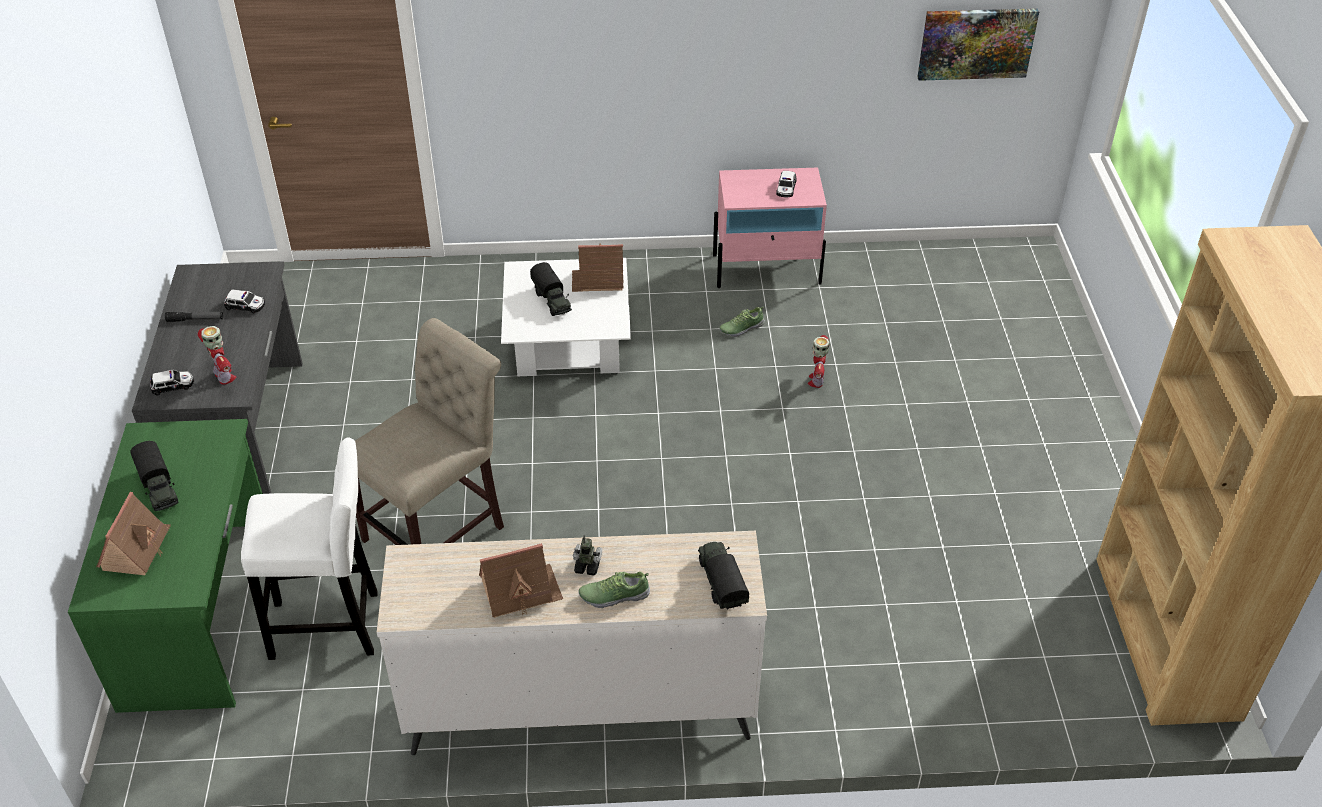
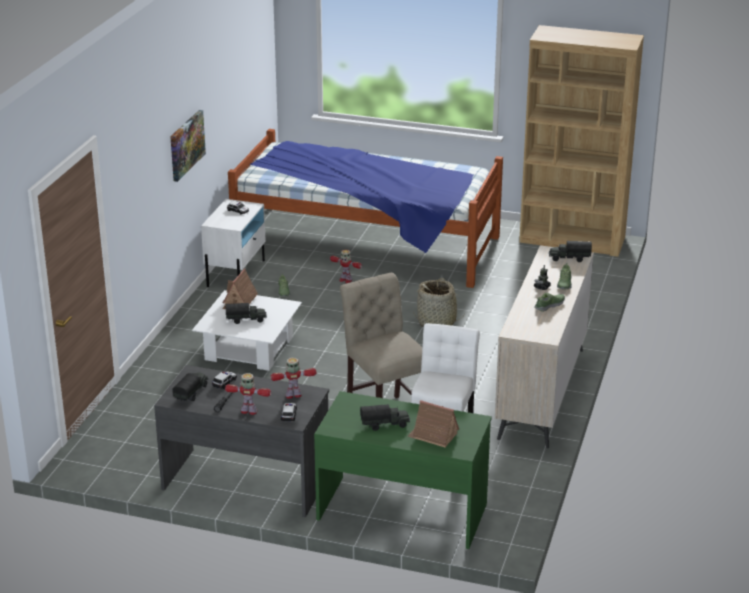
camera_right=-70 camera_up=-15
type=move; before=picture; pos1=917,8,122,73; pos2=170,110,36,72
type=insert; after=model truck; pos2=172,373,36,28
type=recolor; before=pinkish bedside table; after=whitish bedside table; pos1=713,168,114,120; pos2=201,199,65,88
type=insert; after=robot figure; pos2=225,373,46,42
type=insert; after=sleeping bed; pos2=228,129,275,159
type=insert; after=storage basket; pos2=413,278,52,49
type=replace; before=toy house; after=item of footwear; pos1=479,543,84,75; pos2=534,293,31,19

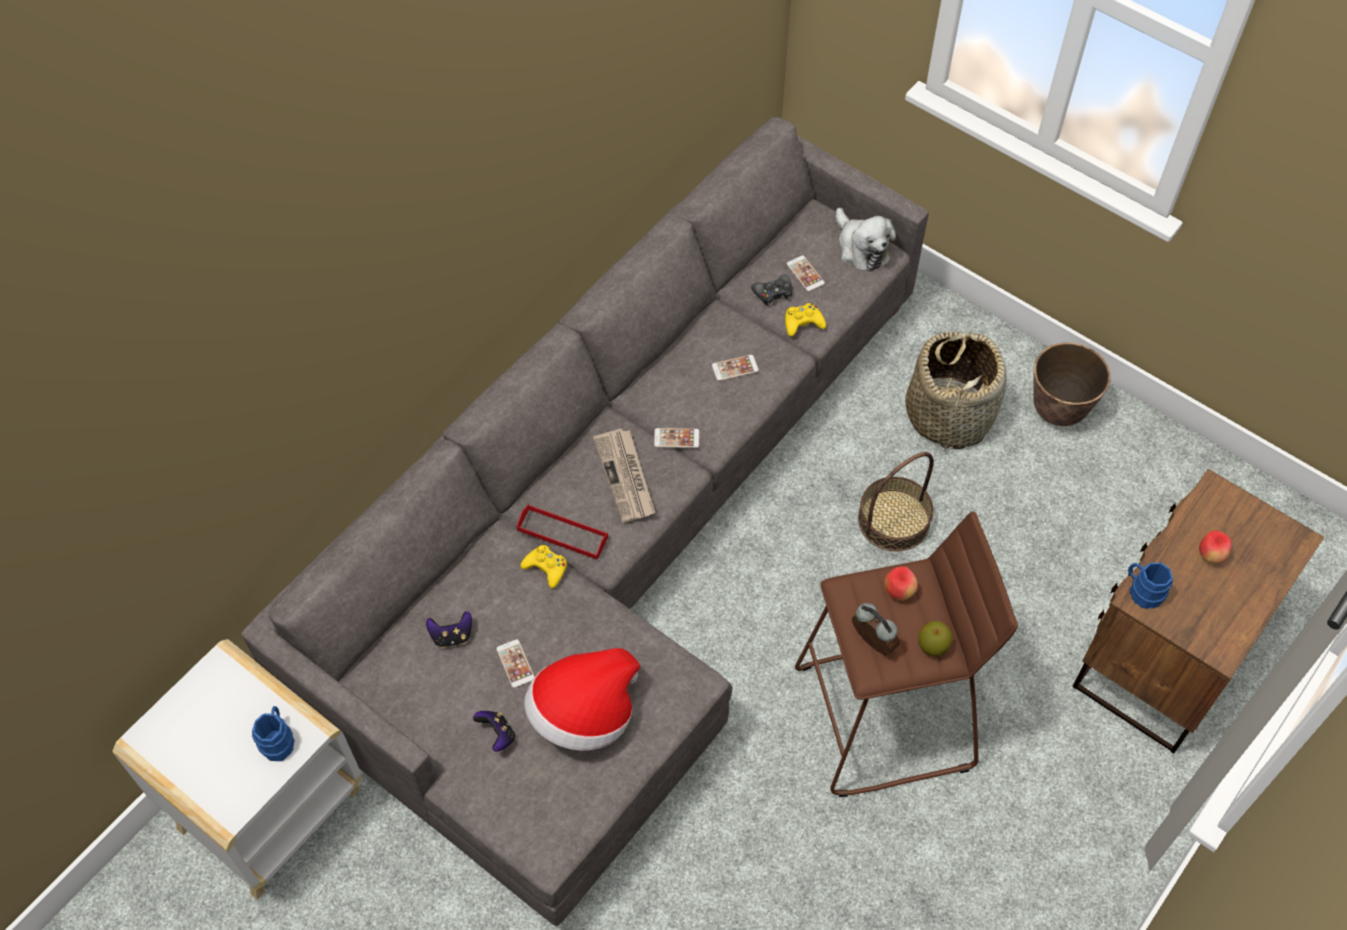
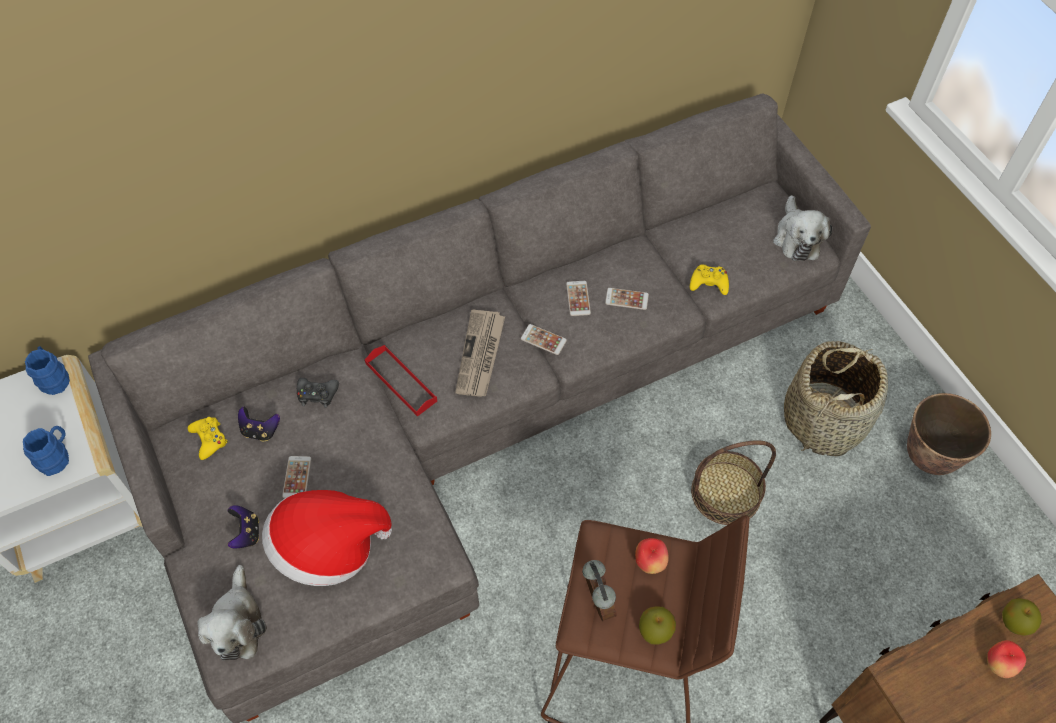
camera_right=25 camera_up=0
type=move; before=blue-coloured coffee mug; pos1=1128,562,45,47; pos2=25,346,45,49
type=move; before=yellowish gamepad; pos1=520,545,47,44; pos2=188,417,40,43
type=insert; after=soft toy; pos2=198,565,69,96
type=move; before=blackish gamepad; pos1=751,274,41,33; pos2=297,378,42,30
type=move; before=phone; pos1=786,255,39,37; pos2=566,281,25,35
type=insert; after=whole apple; pos2=1002,598,39,38

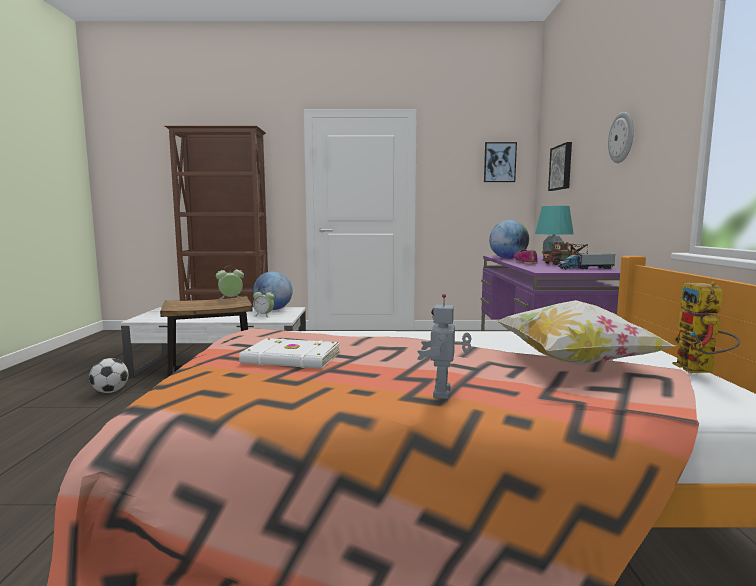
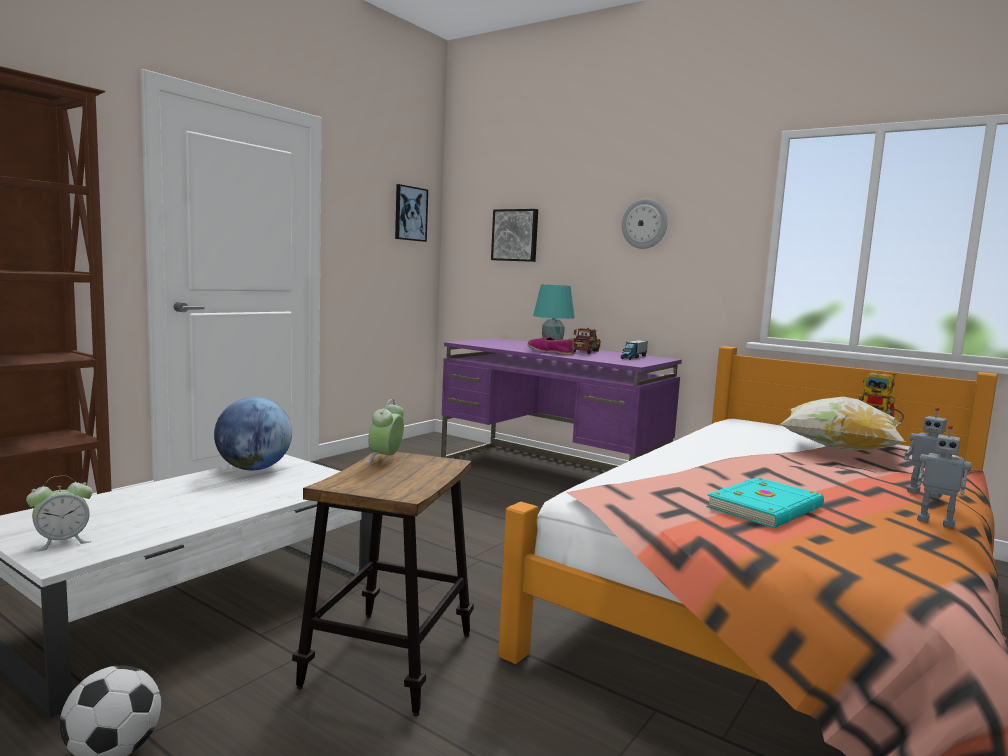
camera_right=-55 camera_up=0
type=move; before=bedside clock; pos1=253,290,21,27; pos2=26,475,66,76
type=recolor; before=whitish bound book; after=turquoise-coloured bound book; pos1=239,338,101,31; pos2=706,477,118,51
type=insert; after=robot figure; pos2=917,425,55,103
type=delete; before=world globe; pos1=489,220,40,39

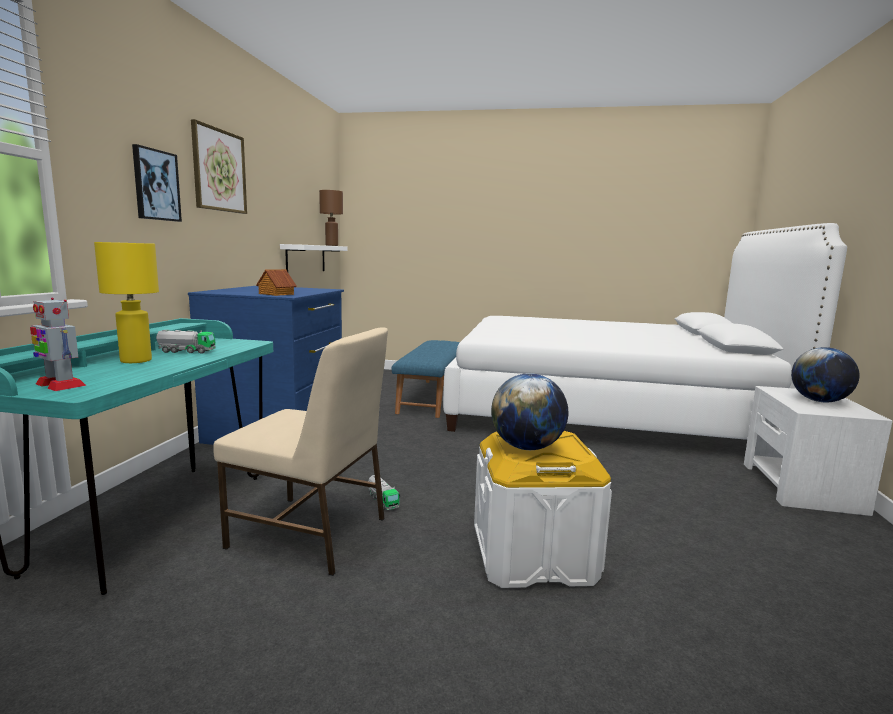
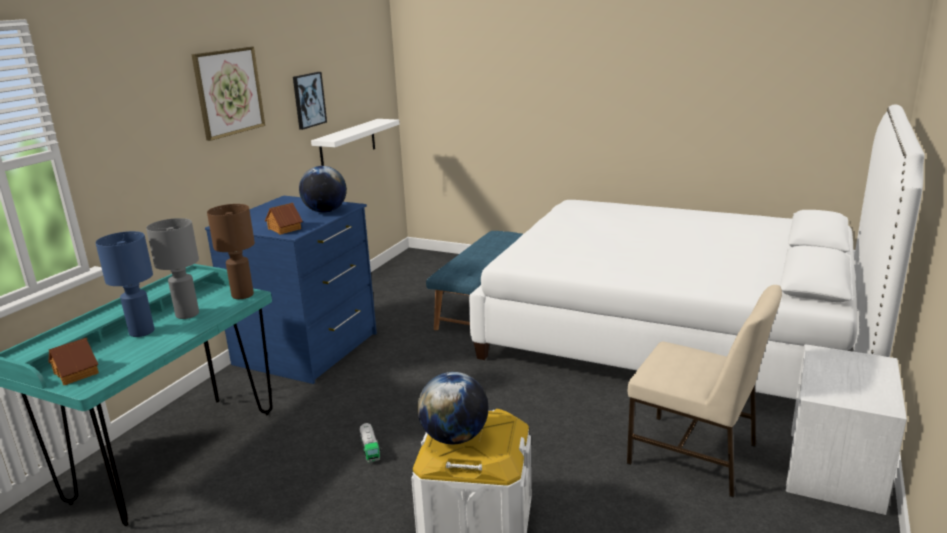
camera_right=15 camera_up=10
type=replace; before=robot figure; after=toy house; pos1=30,298,56,93; pos2=48,337,51,48
type=recolor; before=yellowish tabletop lamp; after=blue-coloured tabletop lamp; pos1=94,242,65,121; pos2=95,231,59,106
type=replace; before=model truck; after=gray tabletop lamp; pos1=156,330,60,24; pos2=146,218,53,101
type=move; before=brown tabletop lamp; pos1=319,190,24,56; pos2=207,204,48,95
type=move; before=picture; pos1=132,144,50,78; pos2=293,72,34,58
type=move; before=world globe; pos1=791,347,68,55; pos2=299,166,48,47
type=move; before=sand-coloured chair; pos1=213,327,175,249; pos2=627,285,155,213

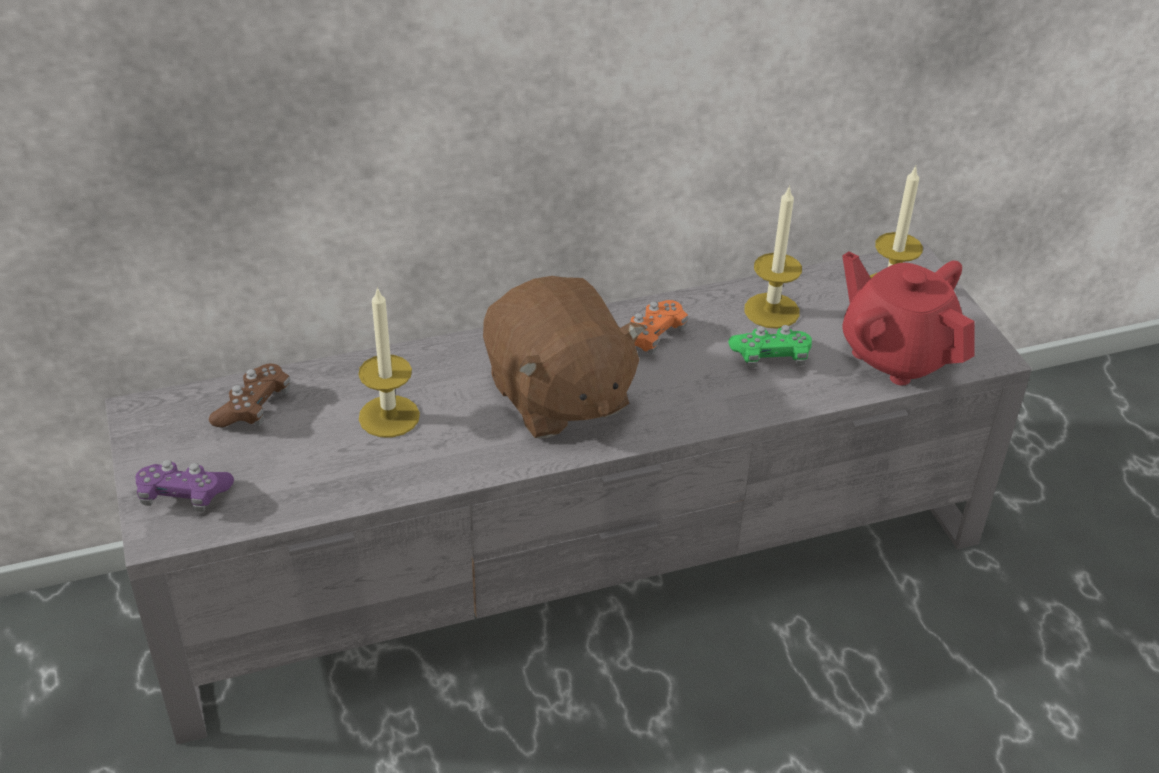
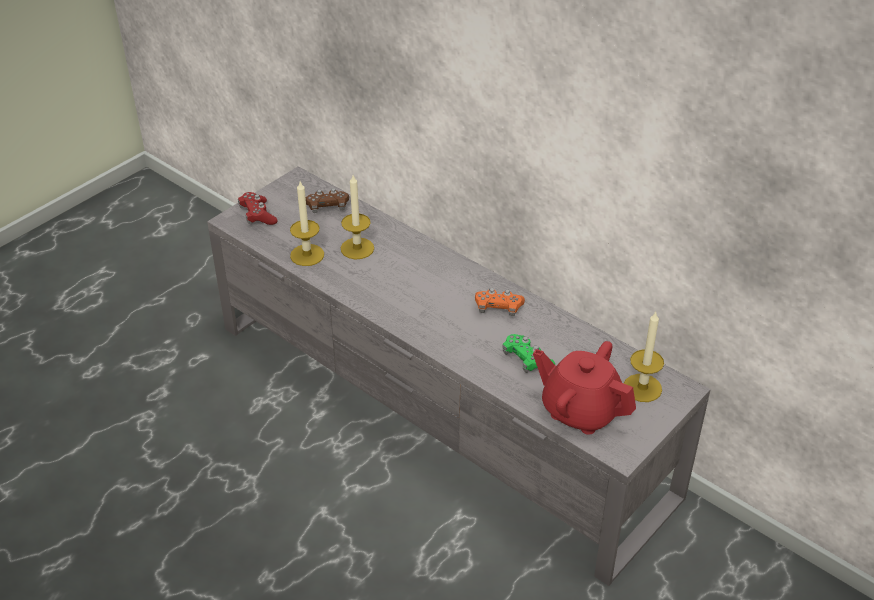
camera_right=60 camera_up=0
type=recolor; before=purple-coloured gamepad; after=reddish gamepad; pos1=135,460,99,52; pos2=238,192,40,33
type=move; before=candle; pos1=744,185,58,144; pos2=290,182,34,84
type=rotate; before=reddish tea pot; pos1=842,251,133,134; pos2=533,341,103,94; turn=-75
type=delete; before=brown soft toy; pos1=483,276,163,162

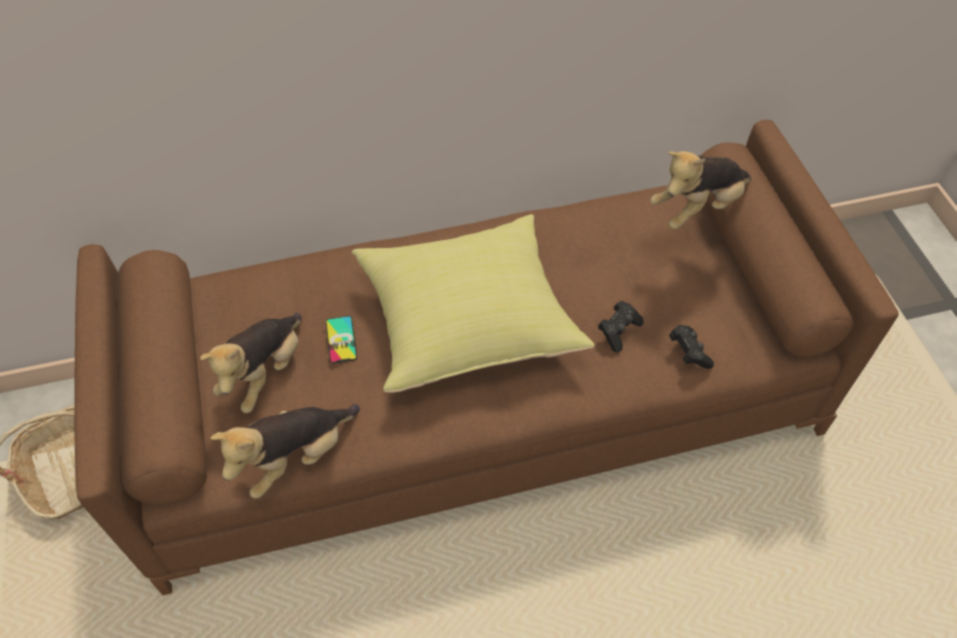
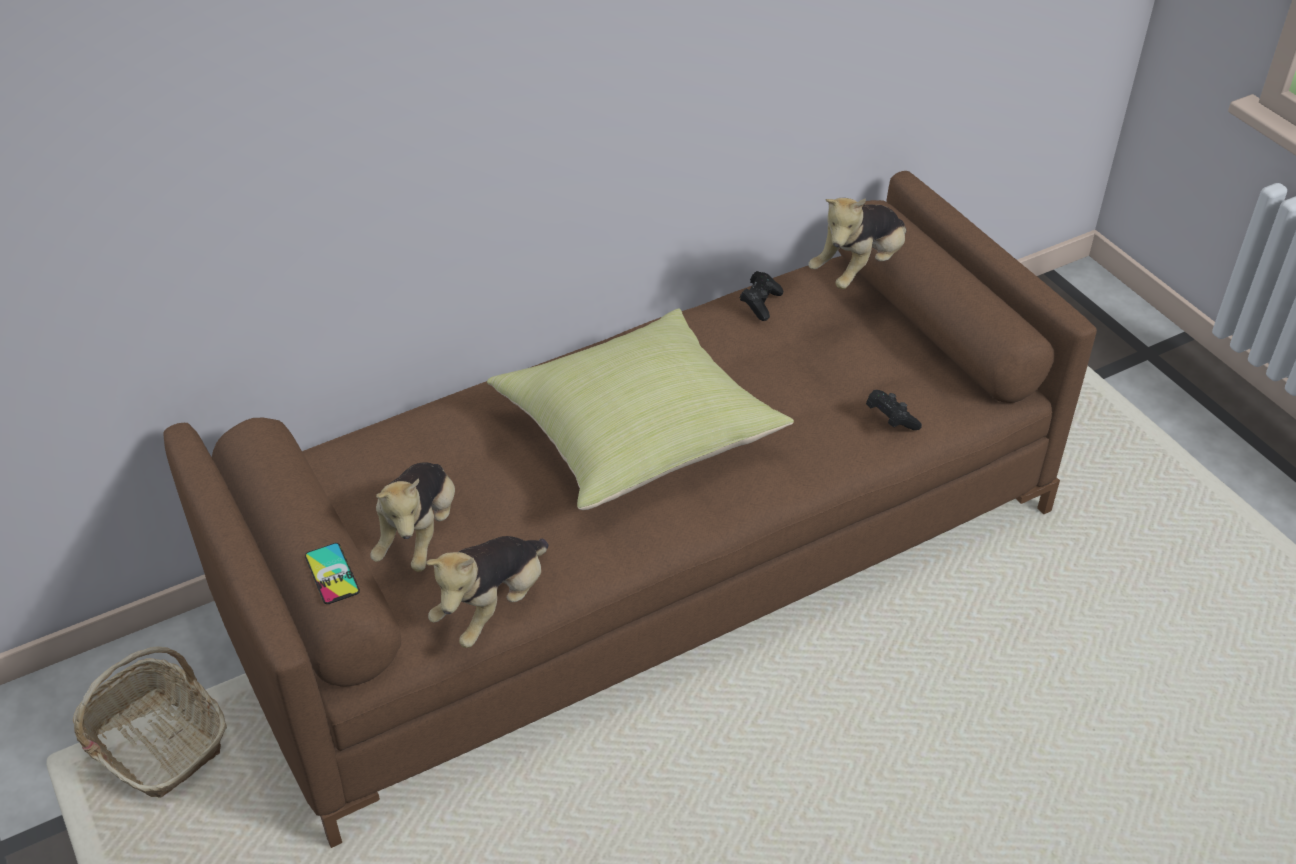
camera_right=-15 camera_up=-10
type=move; before=phone; pos1=326,316,31,48; pos2=305,543,55,61
type=move; before=blackish gamepad; pos1=598,301,46,52; pos2=740,271,43,50

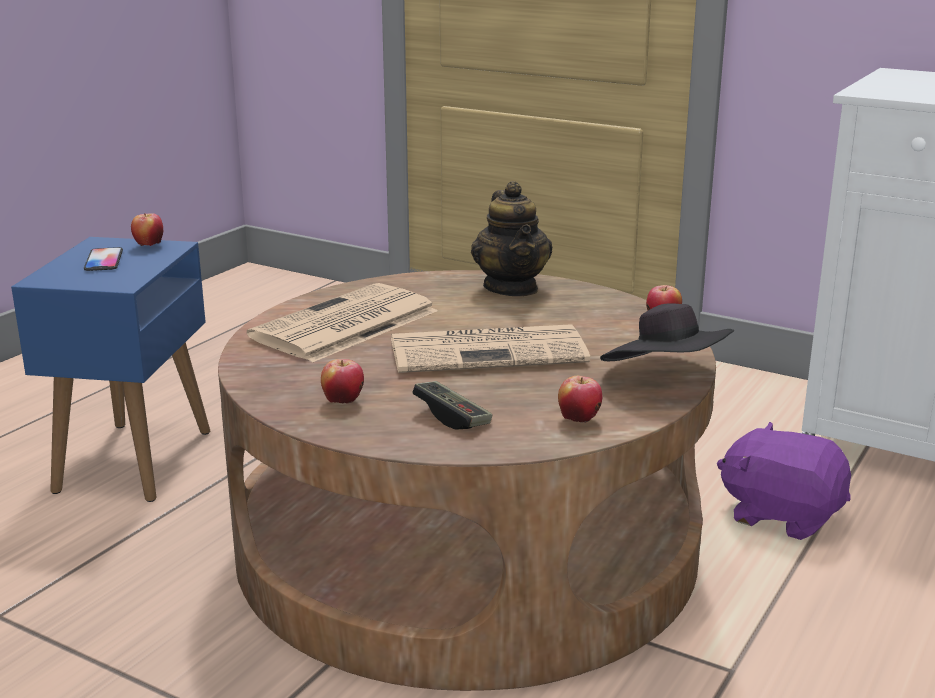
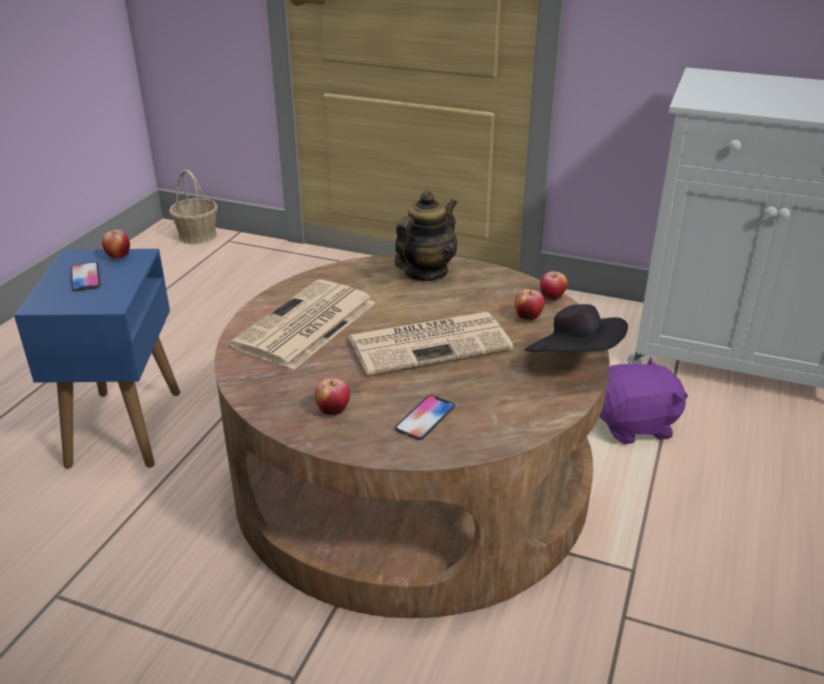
camera_right=-10 camera_up=10
type=insert; after=storage basket; pos2=169,170,49,74
type=rotate; before=tea pot; pos1=471,181,81,115; pos2=394,191,63,90; turn=-120
type=replace; before=gamepad; after=phone; pos1=412,381,81,49; pos2=395,395,60,45
type=move; before=whole apple; pos1=558,376,44,47; pos2=515,289,30,31
type=rotate; before=purple-coloured soft toy; pos1=717,422,134,118; pos2=599,357,89,87; turn=150

